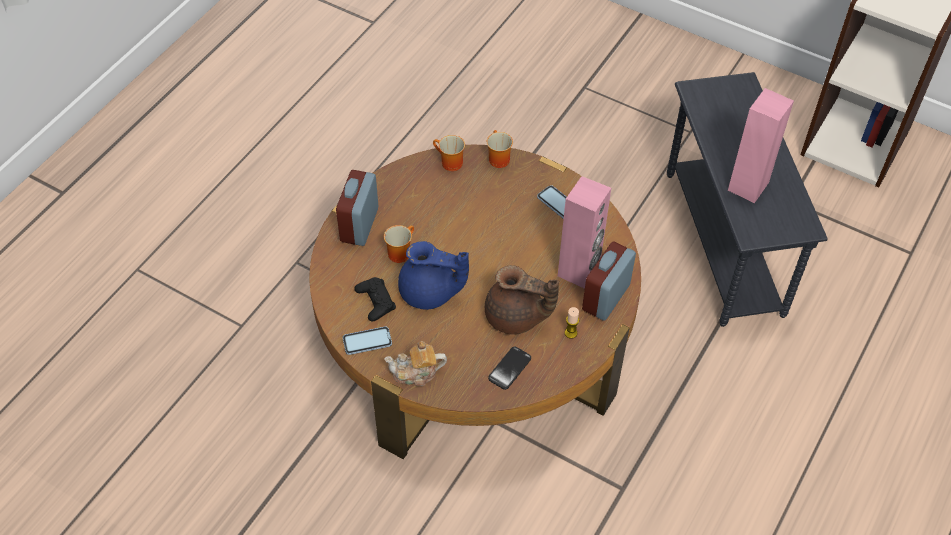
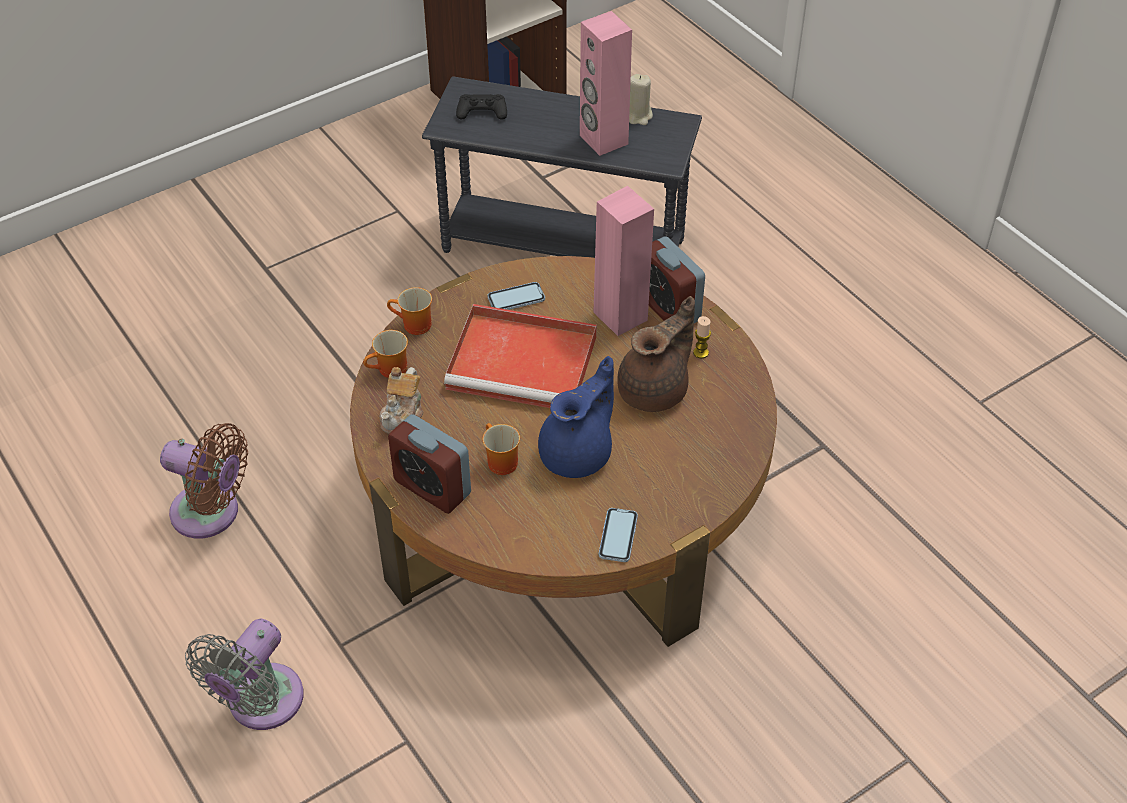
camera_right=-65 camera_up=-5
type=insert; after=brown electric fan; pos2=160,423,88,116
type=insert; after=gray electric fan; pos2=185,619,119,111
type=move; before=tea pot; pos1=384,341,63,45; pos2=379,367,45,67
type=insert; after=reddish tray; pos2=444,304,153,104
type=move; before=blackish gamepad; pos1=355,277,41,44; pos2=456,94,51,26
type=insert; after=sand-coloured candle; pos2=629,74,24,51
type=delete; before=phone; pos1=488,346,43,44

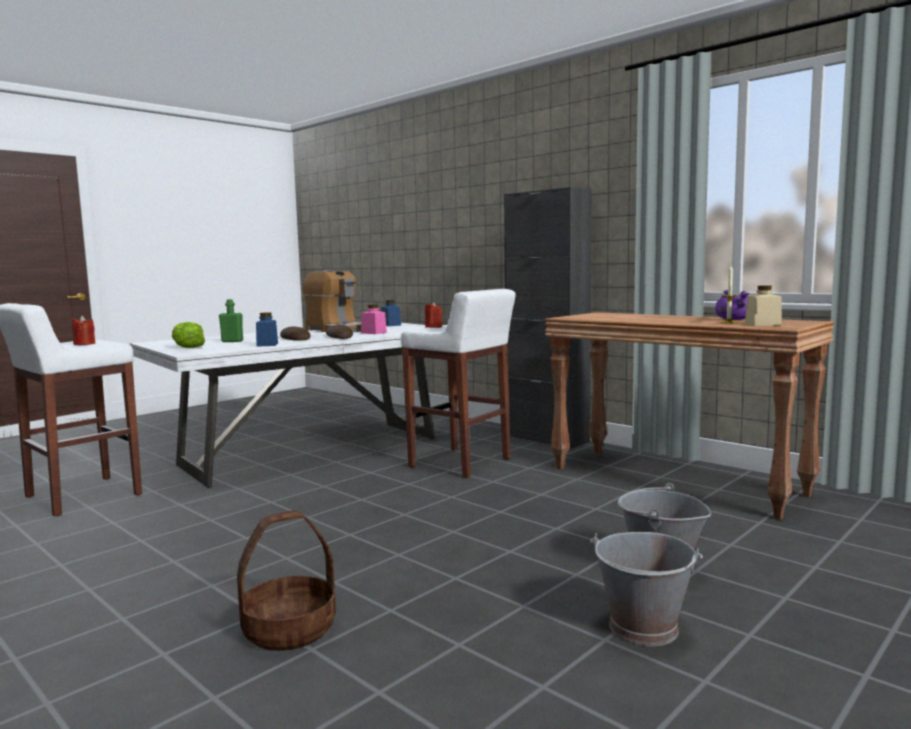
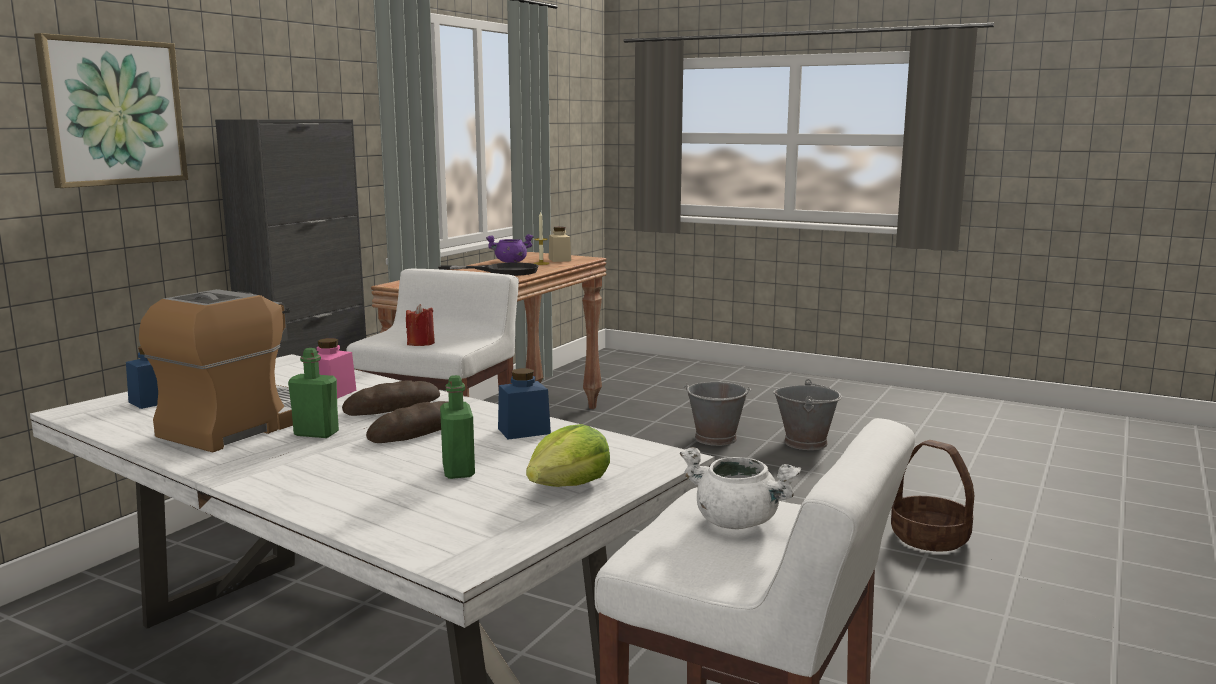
camera_right=-105 camera_up=5
type=insert; after=picture; pos2=34,33,154,155
type=insert; after=green-coloured beverage bottle; pos2=288,348,51,90
type=insert; after=blackish frying pan; pos2=438,262,100,14
type=replace; before=reddish candle; after=whitish cooking pot; pos1=72,315,23,30; pos2=680,447,121,82

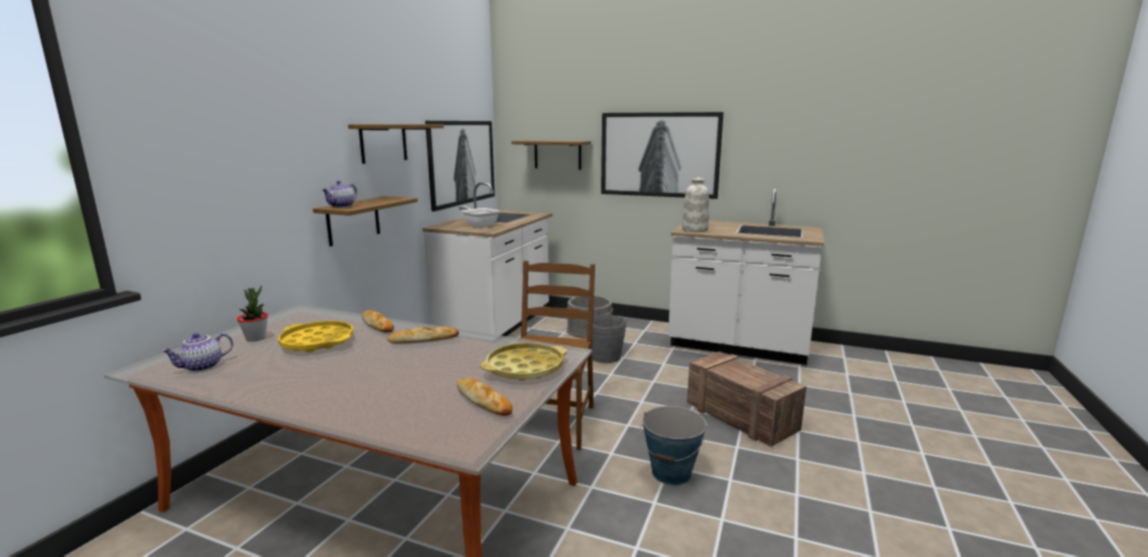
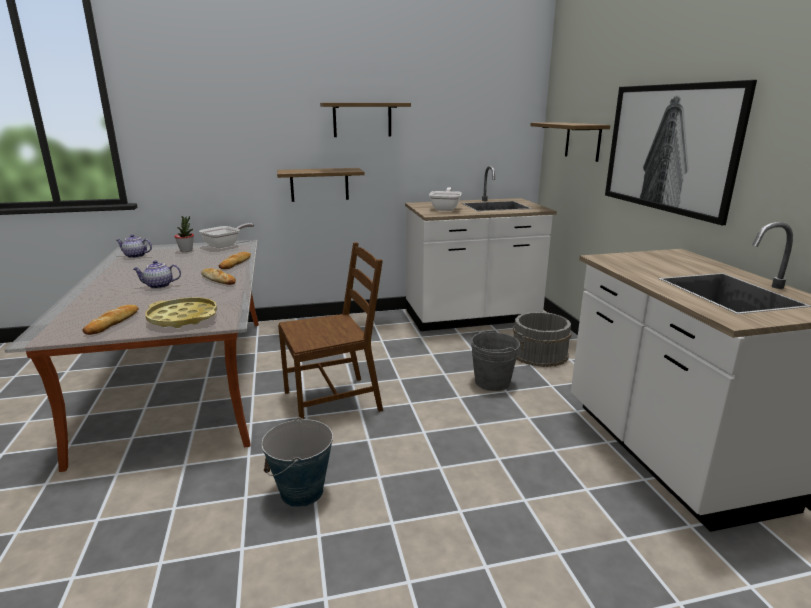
camera_right=55 camera_up=5
type=move; before=tea pot; pos1=322,181,35,27; pos2=133,260,48,29
type=insert; after=frying pan; pos2=199,223,55,25
type=delete; before=yellowish tray; pos1=278,321,75,32
type=delete; before=picture; pos1=425,121,70,90
type=delete; before=whitish vase; pos1=682,176,27,56
type=delete; before=crate; pos1=687,351,120,96

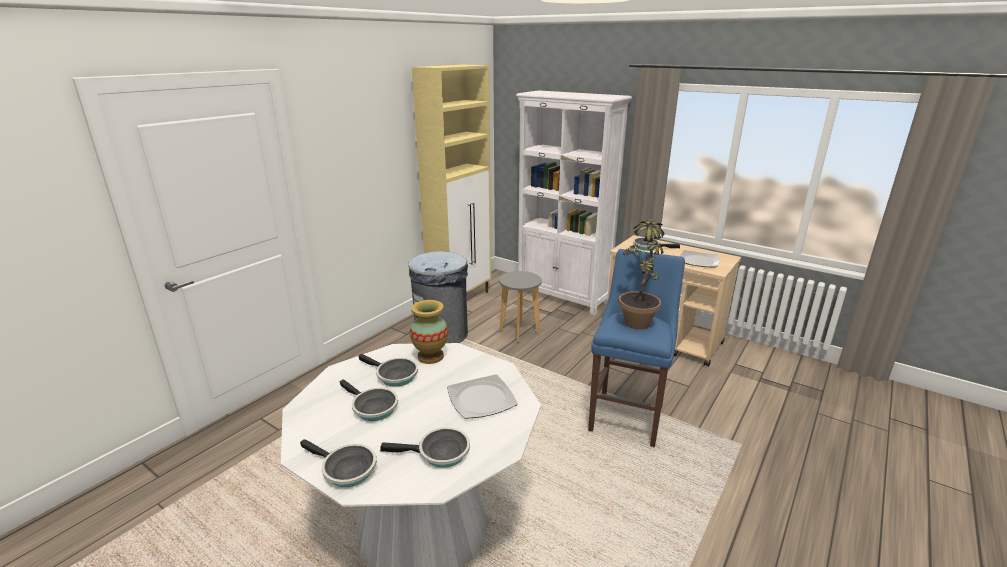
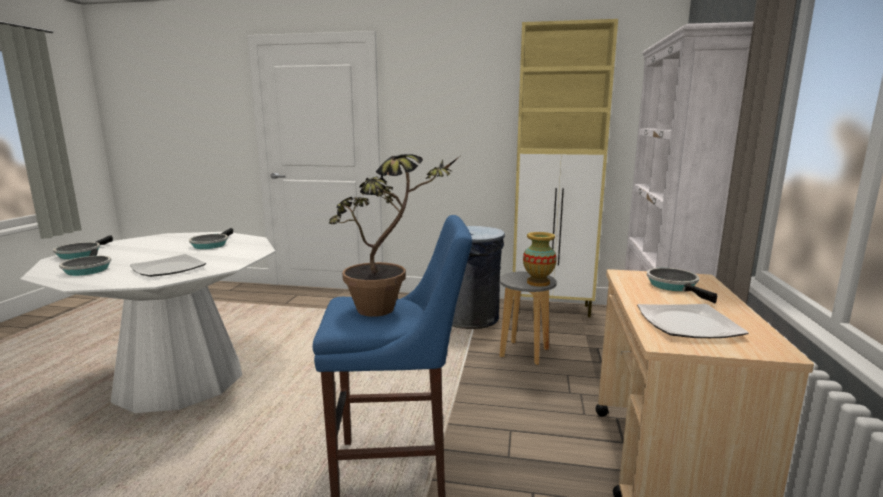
camera_right=65 camera_up=-10
type=move; before=vase; pos1=410,300,38,64; pos2=523,232,34,55
type=delete; before=frying pan; pos1=340,379,58,42

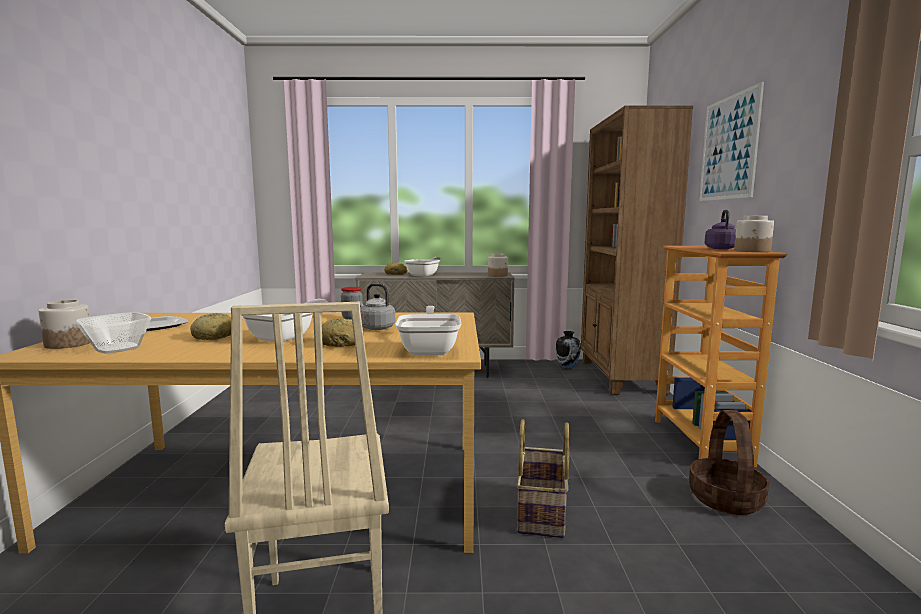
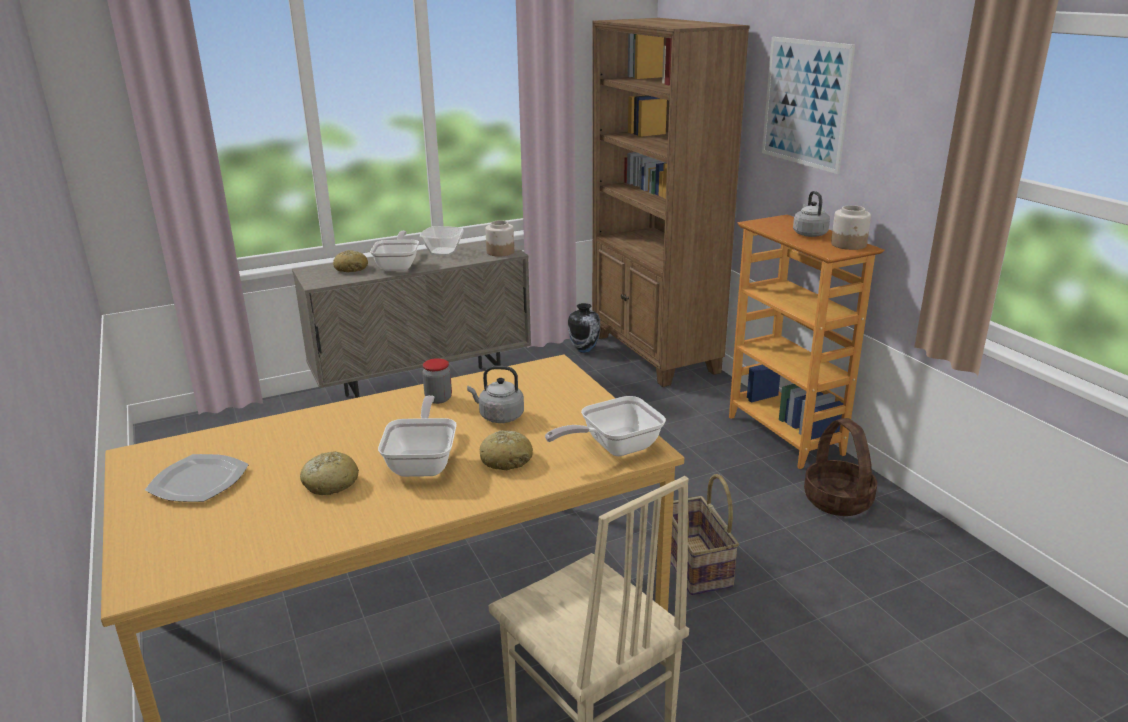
camera_right=-25 camera_up=15
type=move; before=serving bowl; pos1=76,312,75,41; pos2=420,226,44,29
type=rotate; before=frying pan; pos1=395,306,66,49; pos2=545,396,121,60; turn=-90
type=recolor; before=purple-coloured kettle; after=gray kettle; pos1=705,209,31,40; pos2=793,191,37,46
type=delete; before=storage jar; pos1=39,300,51,49

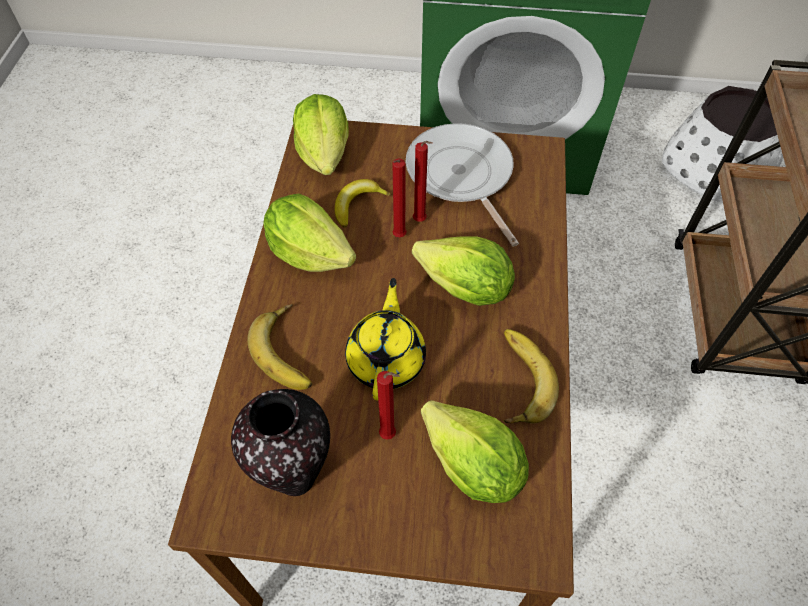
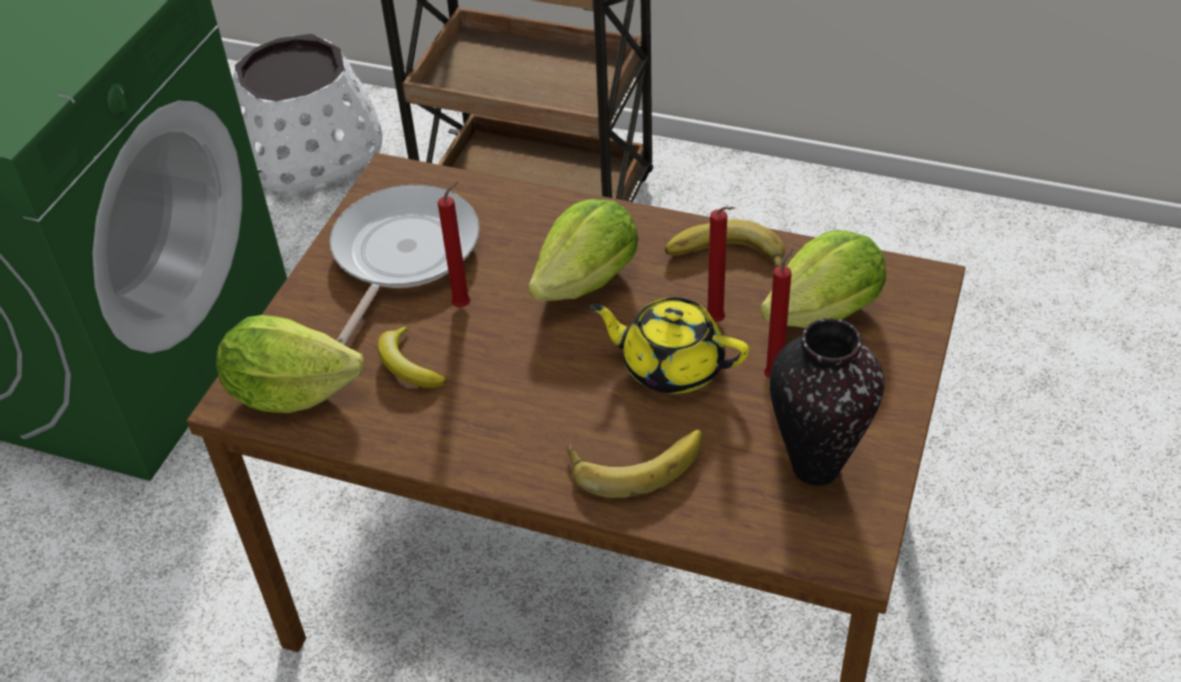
camera_right=-75 camera_up=-10
type=rotate; before=frying pan; pos1=406,123,113,124; pos2=330,185,150,160; turn=120
type=move; before=reddish candle; pos1=392,158,15,79; pos2=708,206,27,116
type=delete; before=lettuce head; pos1=263,193,93,79

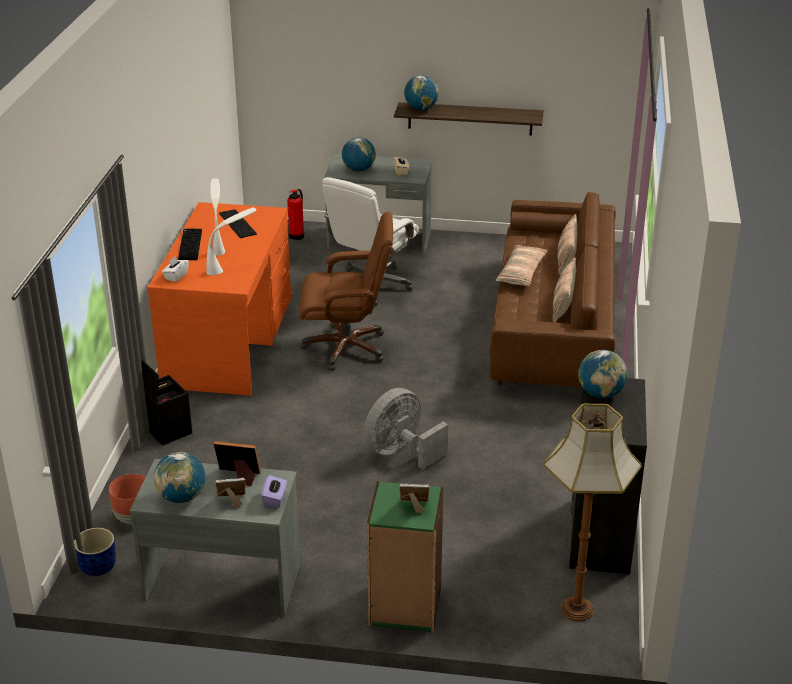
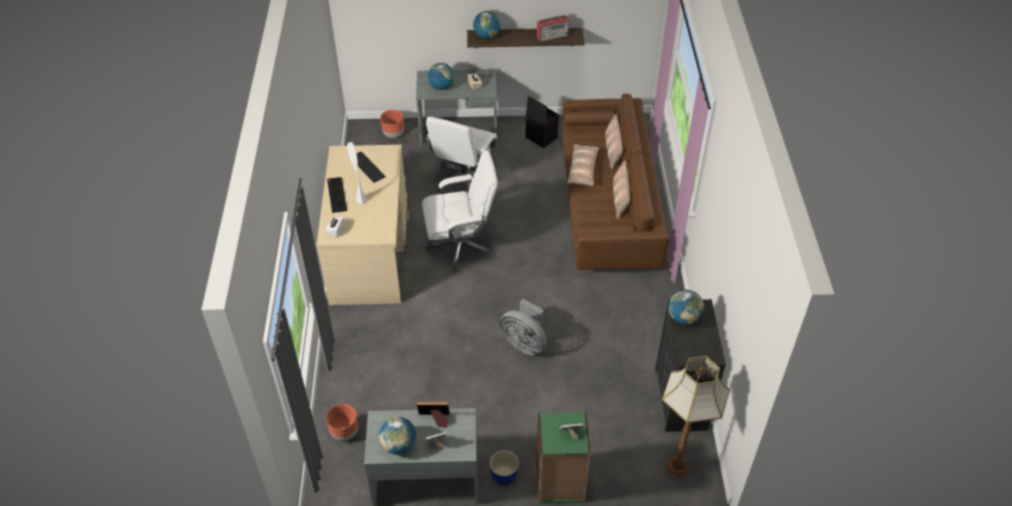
camera_right=-10 camera_up=15
type=recolor; before=orange desk; after=sand-coloured desk; pos1=147,202,144,194; pos2=317,145,92,160
type=replace; before=extinguisher; after=brown planter; pos1=287,189,17,51; pos2=380,110,24,28
type=recolor; before=brown office chair; after=whitish office chair; pos1=300,212,93,159; pos2=422,150,76,121
type=move; before=blue-coloured planter; pos1=74,528,42,48; pos2=490,450,29,36
type=rotate; before=gray electric fan; pos1=364,388,84,81; pos2=499,299,47,56; turn=-90
type=move; before=blackish storage bin; pos1=141,360,51,86; pos2=525,96,34,52
type=insert; after=radio receiver; pos2=537,15,32,26
type=delete; before=whitish tabletop lamp; pos1=206,207,50,68
type=delete; before=purple-coloured box of tissues; pos1=261,475,26,33

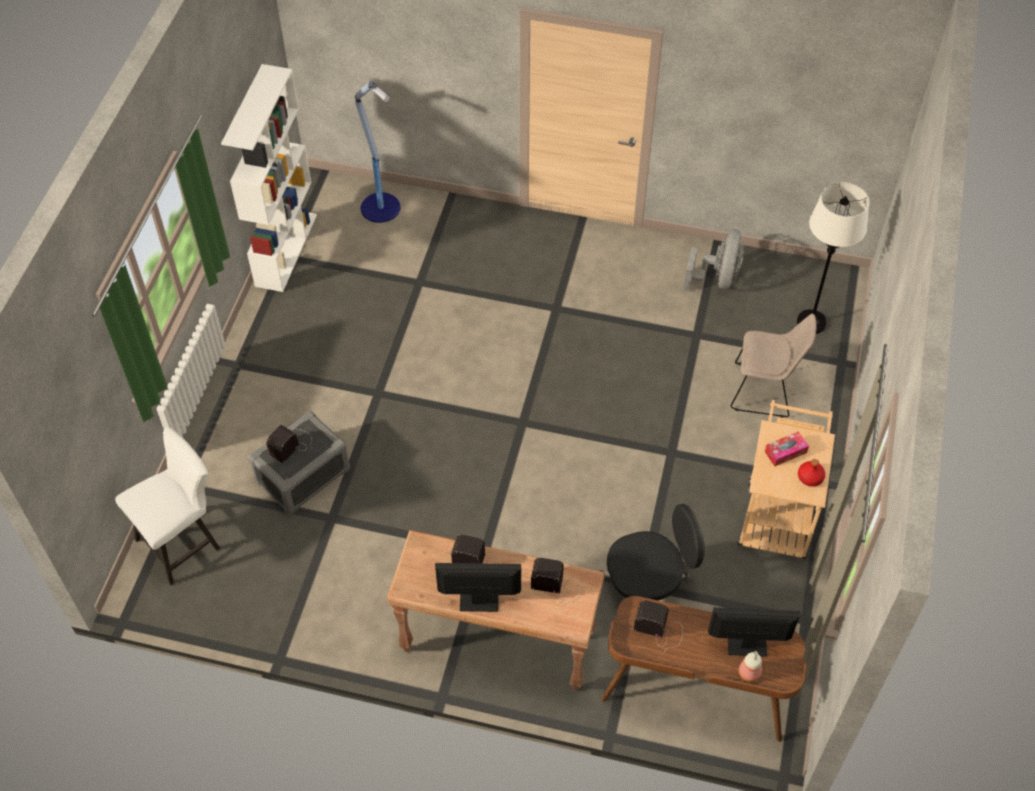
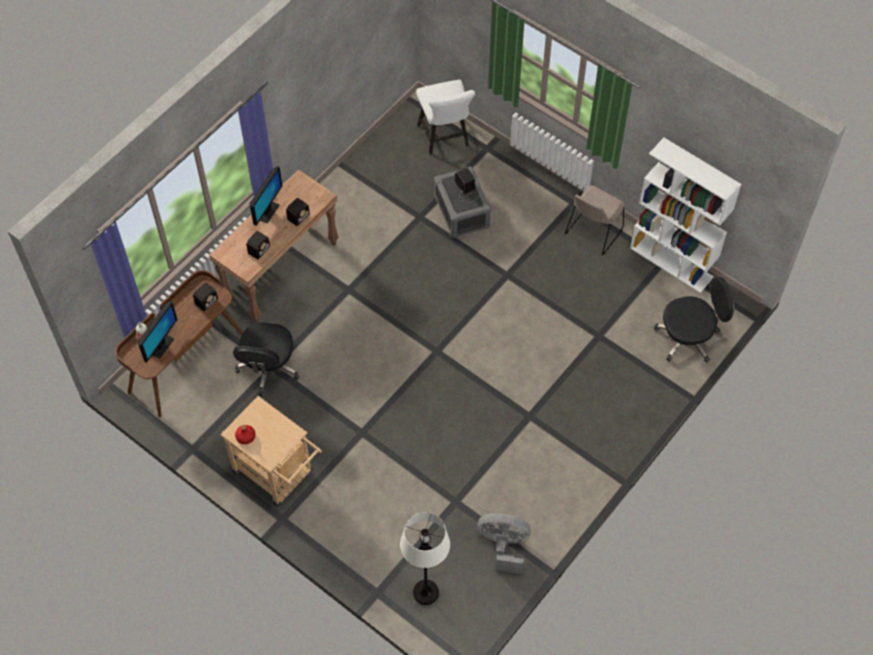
camera_right=115 camera_up=5
type=rotate; before=gray electric fan; pos1=683,229,61,62; pos2=477,513,54,61; turn=150
type=move; before=sand-coloured chair; pos1=731,314,85,104; pos2=565,185,60,70
type=replace; before=floor lamp; after=blackish office chair; pos1=355,81,45,142; pos2=654,277,80,86
type=delete; before=box of tissues; pos1=765,431,44,35

